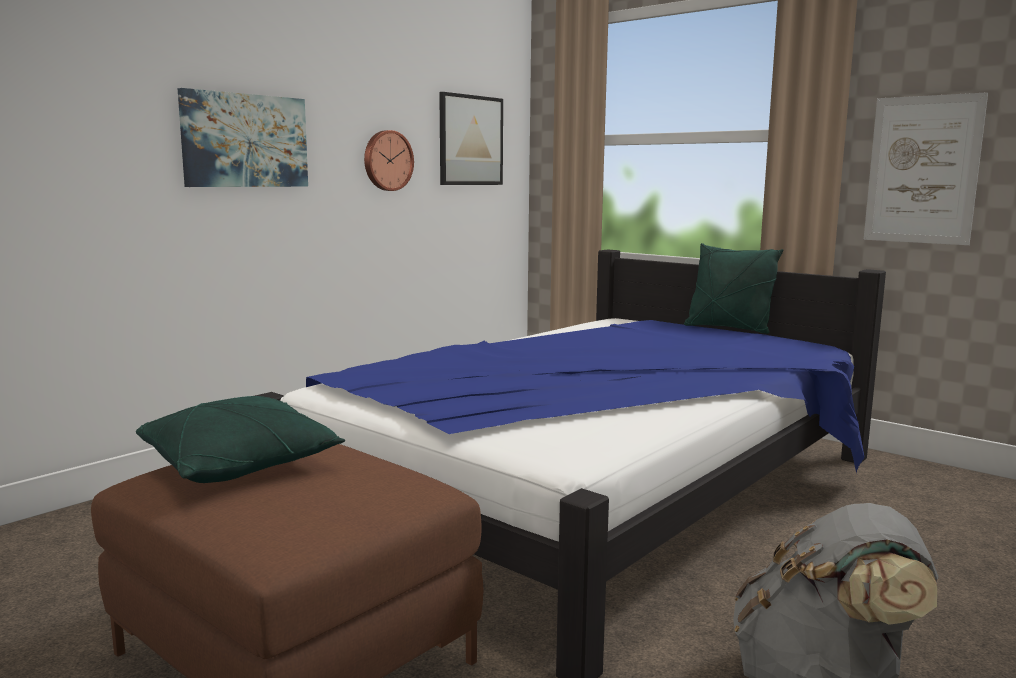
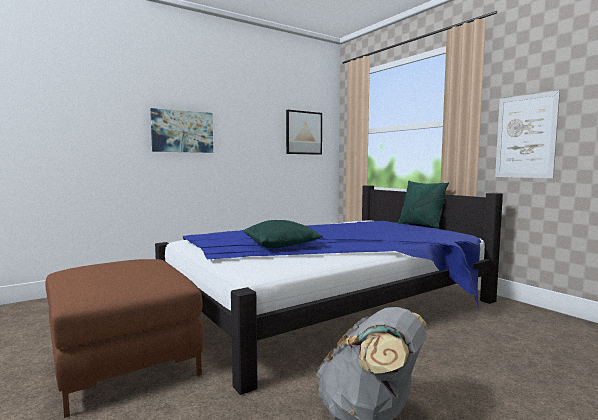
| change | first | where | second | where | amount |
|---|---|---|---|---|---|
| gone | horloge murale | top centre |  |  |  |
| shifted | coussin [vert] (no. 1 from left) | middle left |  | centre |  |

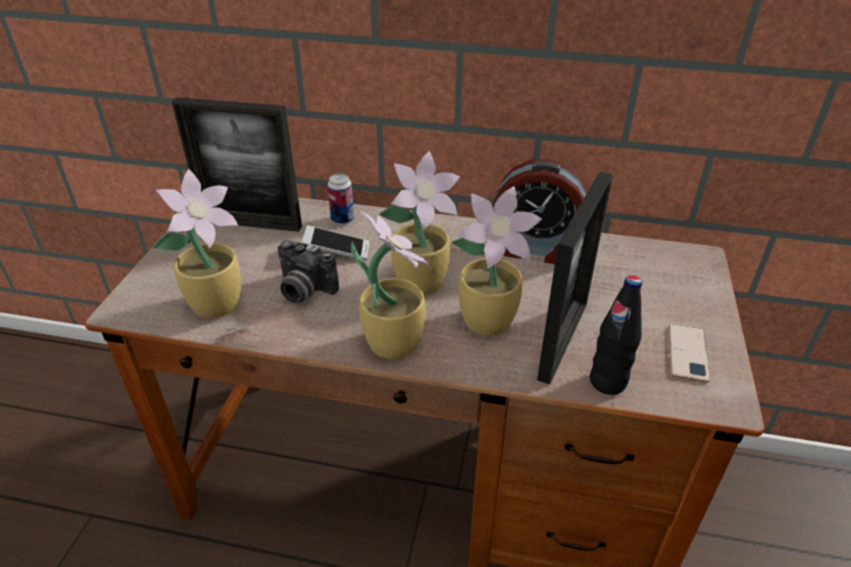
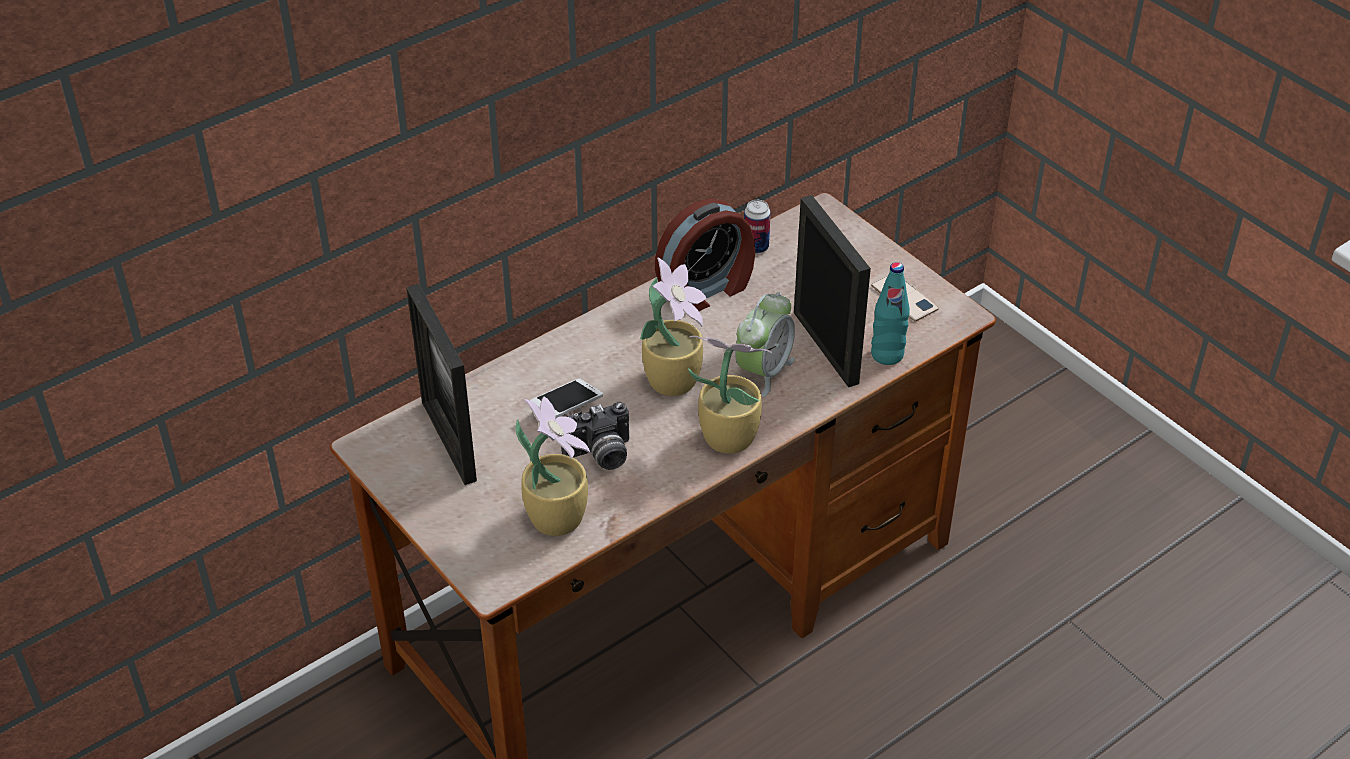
| change | first | where | second | where | amount |
|---|---|---|---|---|---|
| shifted | boîte métallique | centre |  | top centre |  |
| swapped | plante en pot (no. 4 from left) | centre | réveil (no. 2 from left) | centre |  |
| repainted | bouteille [noir] | middle right | bouteille [turquoise] | centre |  |
| rotated | cadre photo (no. 1 from left) | top left |  | middle left | 105 degrees clockwise |

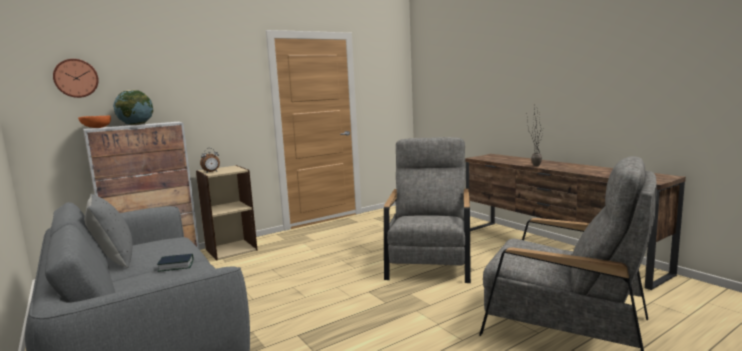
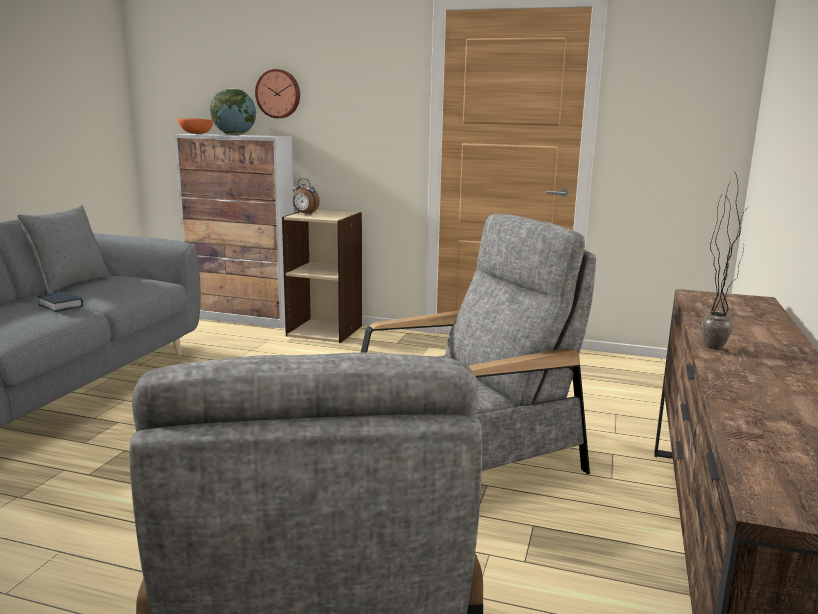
| change | first | where | second | where | amount |
|---|---|---|---|---|---|
| shifted | horloge murale | top left |  | top centre |  |

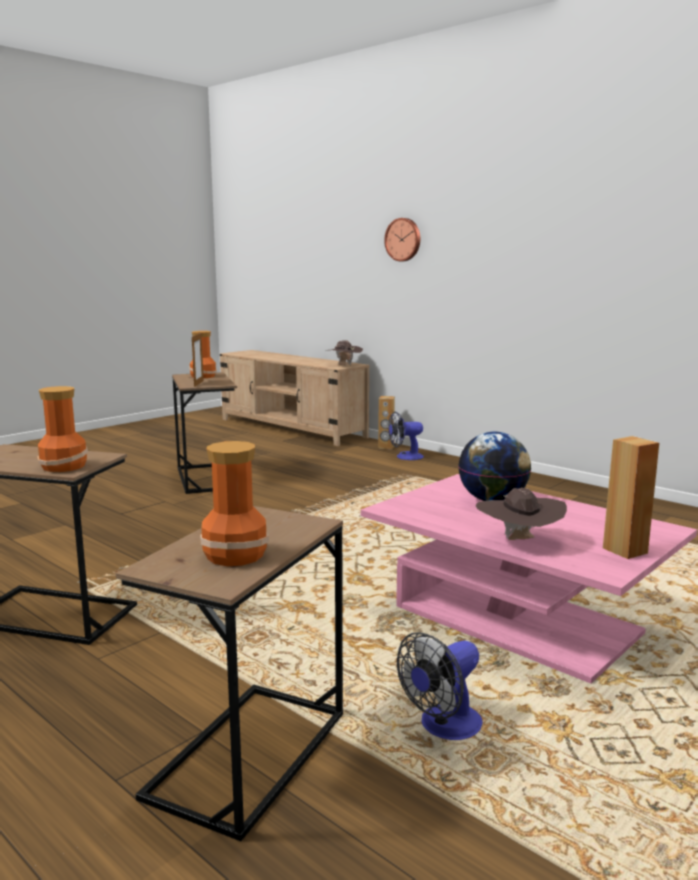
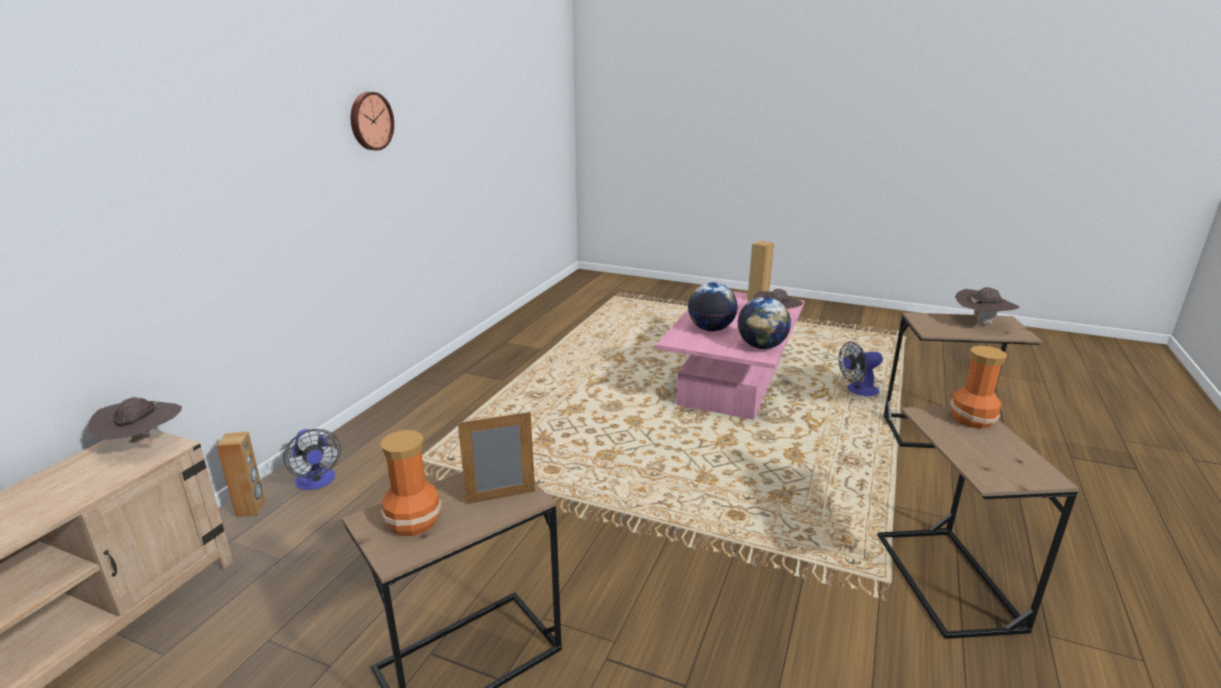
| change | first | where | second | where | amount |
|---|---|---|---|---|---|
| new |  |  | globe (no. 2 from left) | centre |  |
| shifted | horloge murale | top centre |  | top left |  |
| swapped | vase (no. 3 from left) | centre | chapeau [marron] (no. 3 from left) | middle right |  |
| rotated | ventilateur (no. 2 from left) | bottom centre |  | middle right | 135 degrees clockwise |

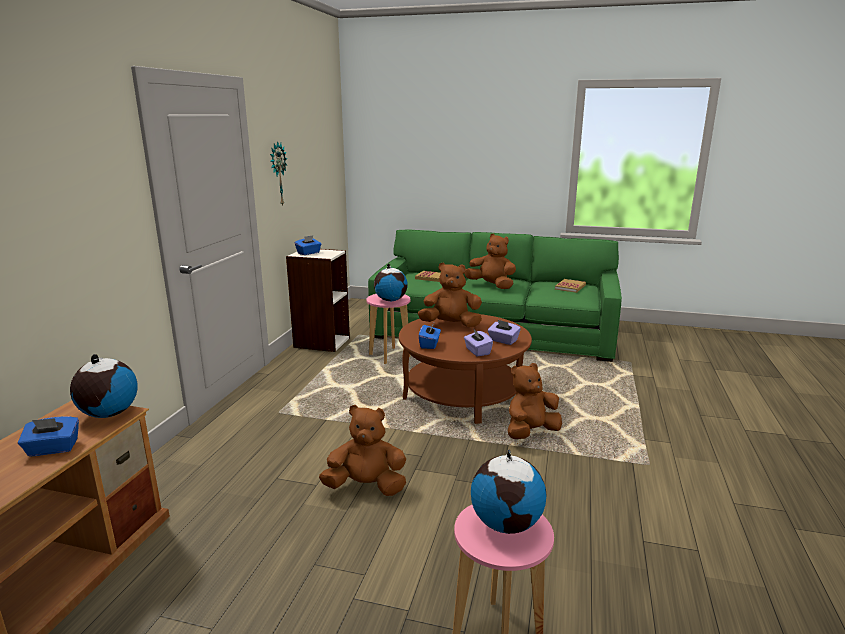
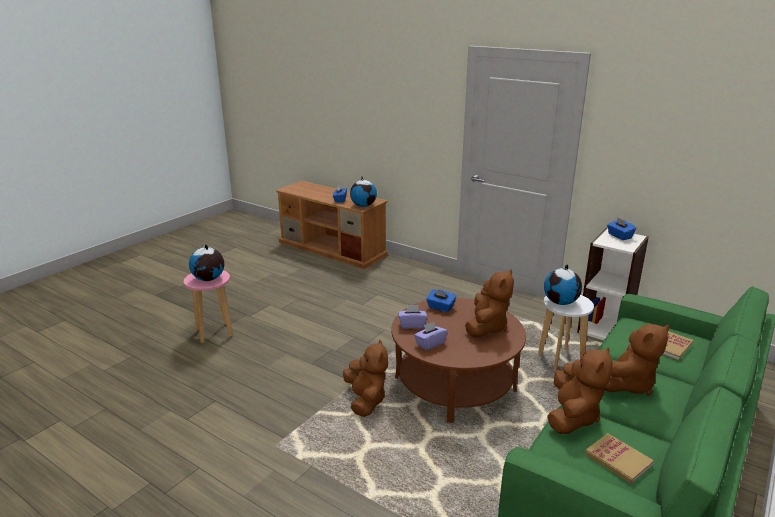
| change | first | where | second | where | amount |
|---|---|---|---|---|---|
| gone | horloge murale | top left |  |  |  |
| shifted | peluche [marron] (no. 1 from left in the first image) | bottom centre | peluche [marron] (no. 3 from left) | bottom right |  |
| repainted | tabouret [rose] (no. 1 from left) | centre | tabouret [blanc] | middle right |  |

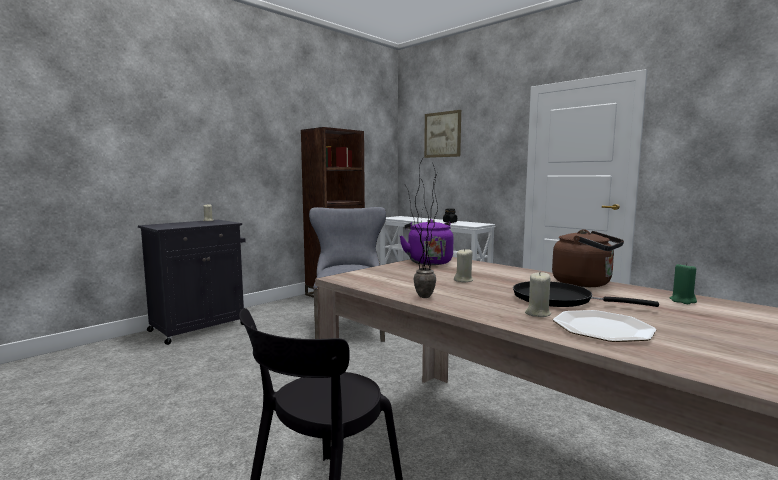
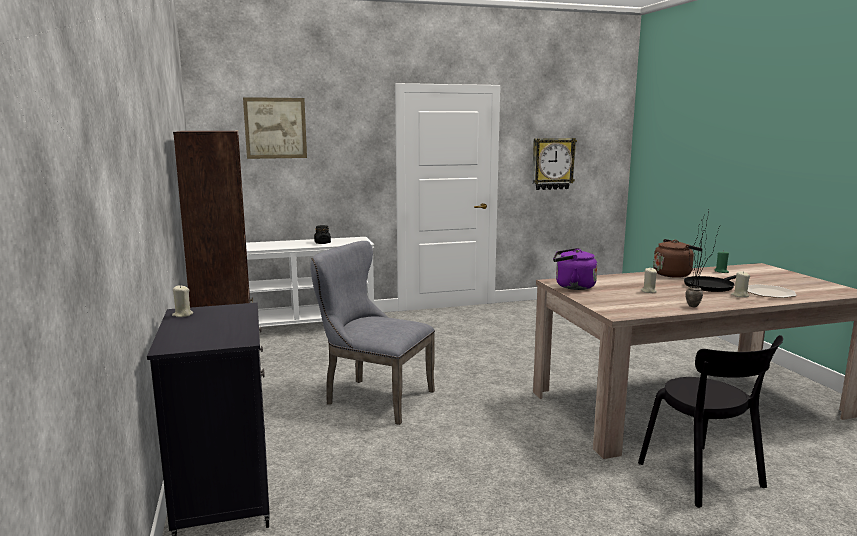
| change | first | where | second | where | amount |
|---|---|---|---|---|---|
| new |  |  | horloge murale | top centre |  |

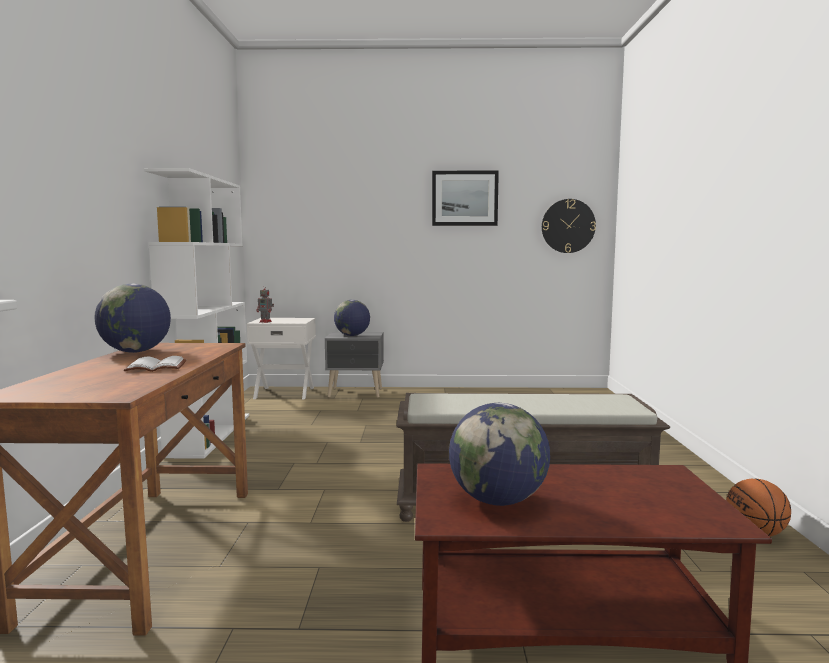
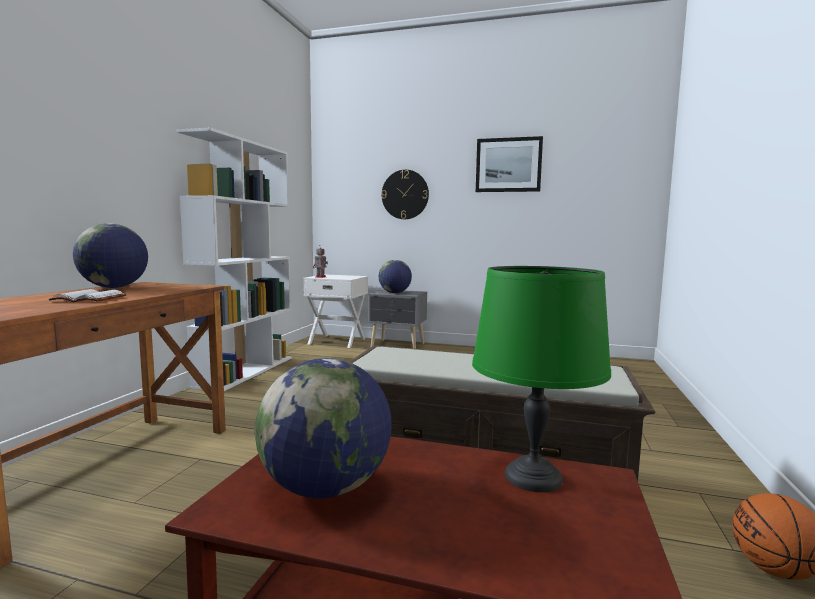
| change | first | where | second | where | amount |
|---|---|---|---|---|---|
| new |  |  | lampe de table [vert] | centre |  |
| shifted | horloge murale | middle right |  | top centre |  |

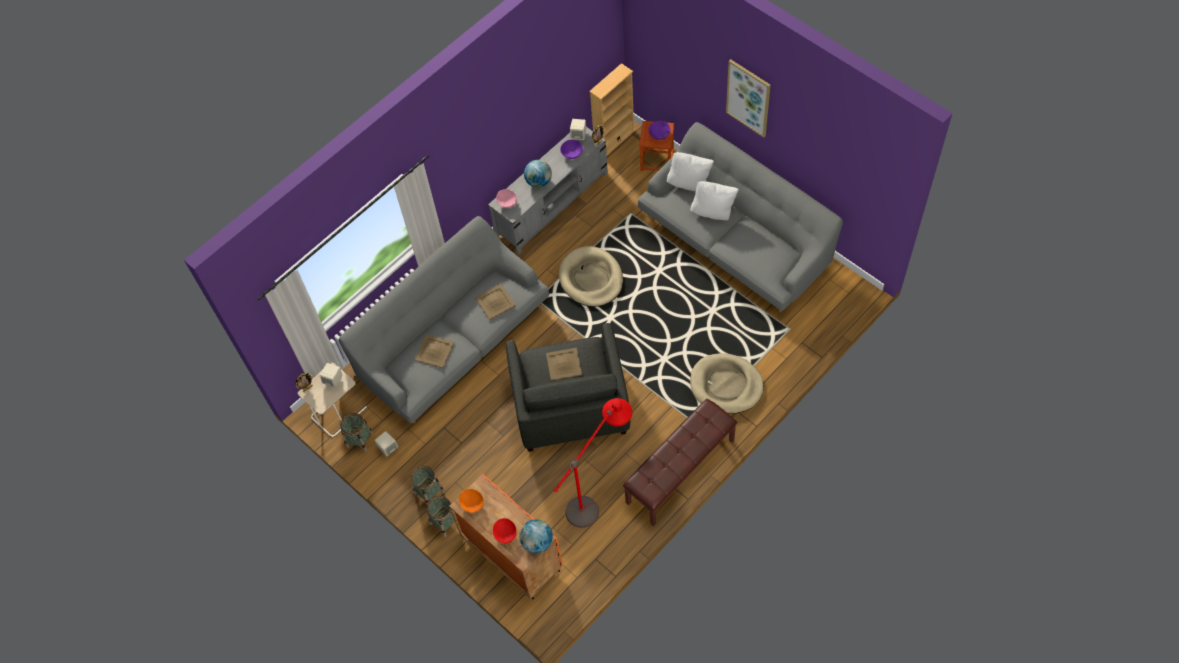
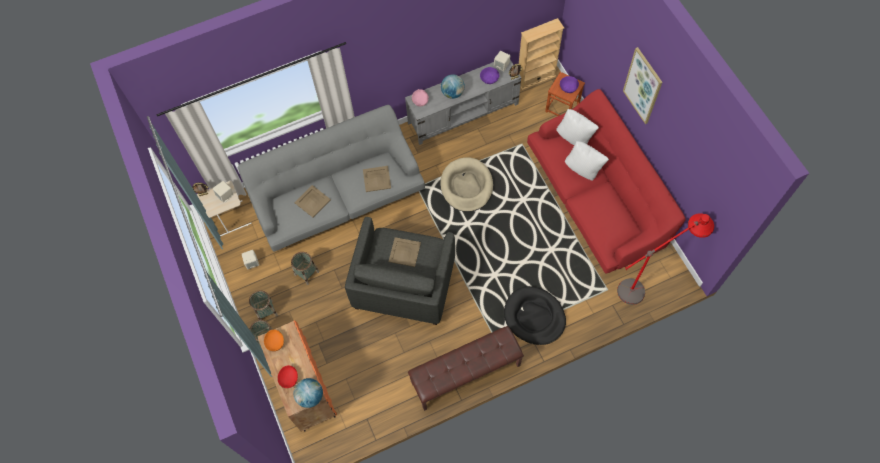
| change | first | where | second | where | amount |
|---|---|---|---|---|---|
| shifted | panier (no. 1 from left in the first image) | middle left | panier (no. 3 from left) | centre |  |
| shifted | lampadaire [rouge] | bottom centre |  | middle right |  |
| repainted | canapé [gris] (no. 2 from left) | top centre | canapé [rouge] | middle right |  |
| repainted | panier pour chien [beige] (no. 2 from left) | centre | panier pour chien [noir] | bottom centre |  |

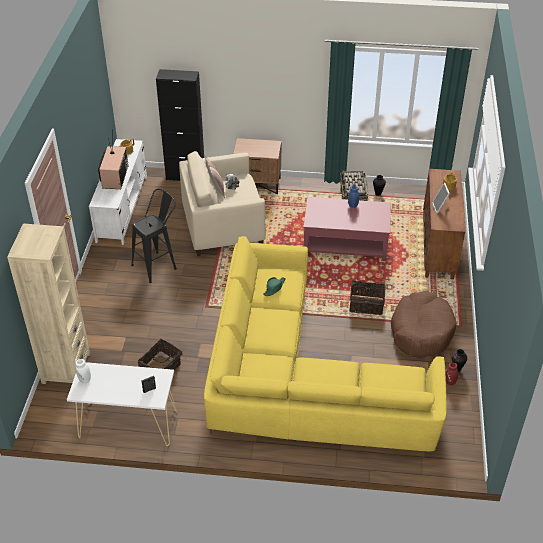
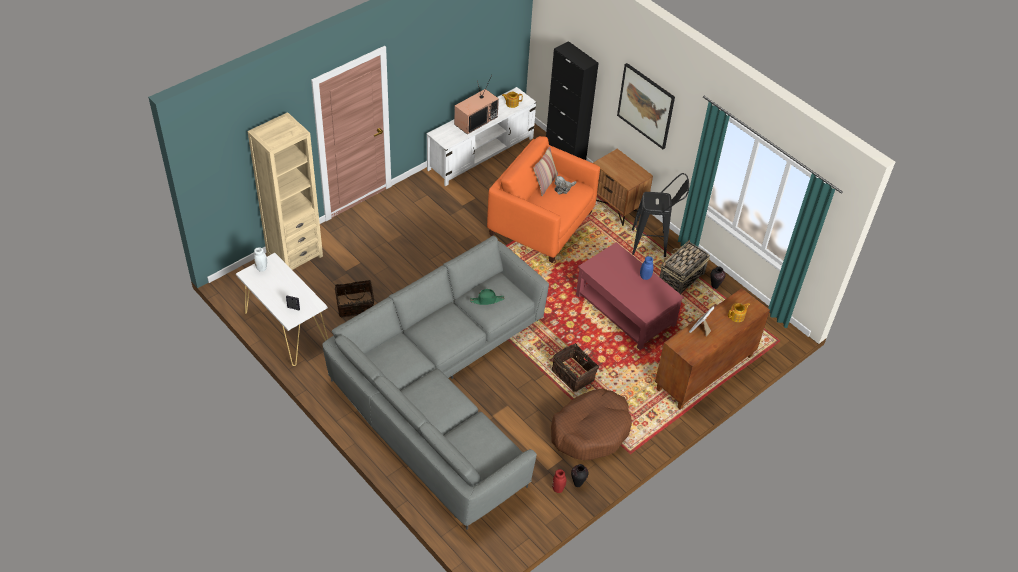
| change | first | where | second | where | amount |
|---|---|---|---|---|---|
| new |  |  | tableau | top centre |  |
| shifted | tabouret [noir] | middle left |  | centre |  |
| repainted | fauteuil [beige] | centre | fauteuil [orange] | centre |  |
| repainted | canapé [jaune] | centre | canapé [gris] | bottom centre |  |

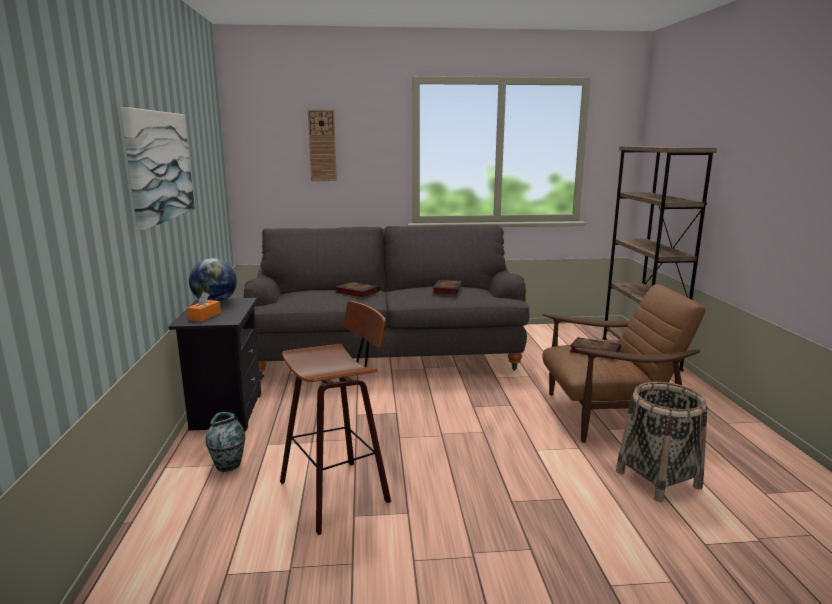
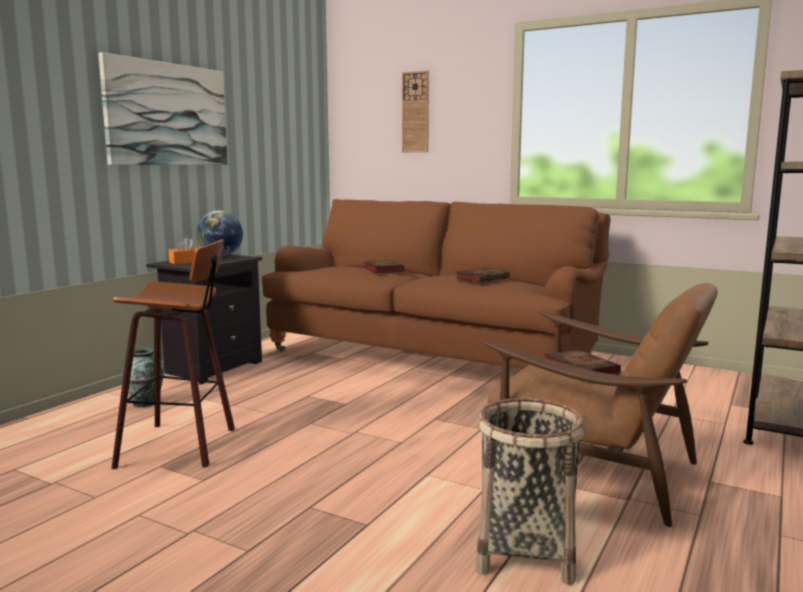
| change | first | where | second | where | amount |
|---|---|---|---|---|---|
| repainted | canapé [gris] | centre | canapé [marron] | centre |  |

